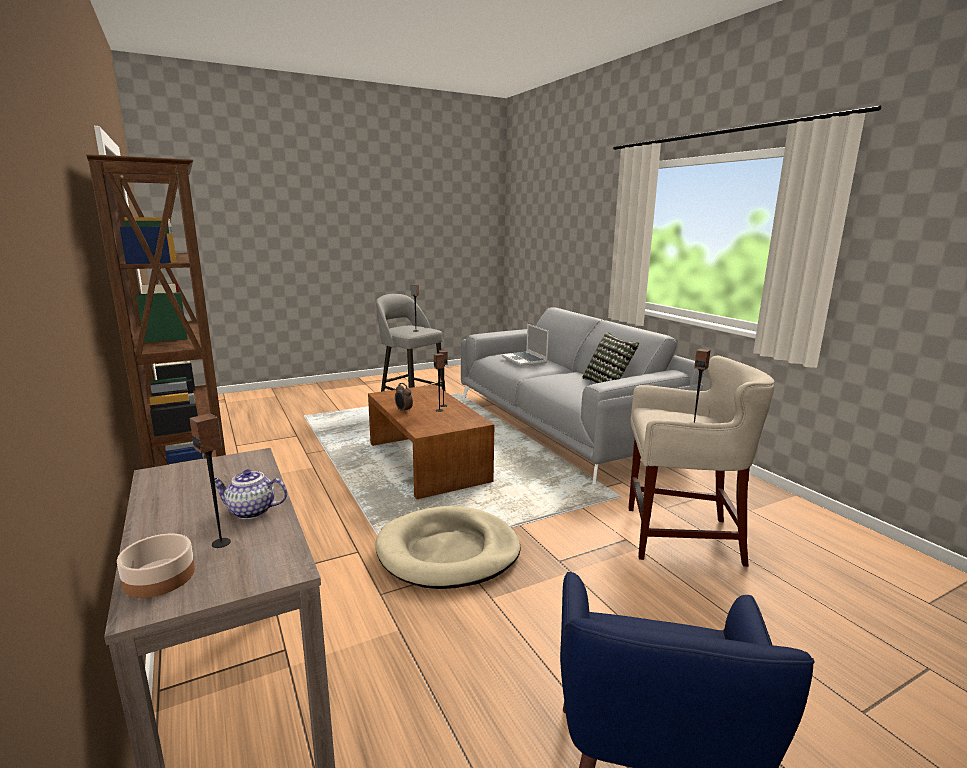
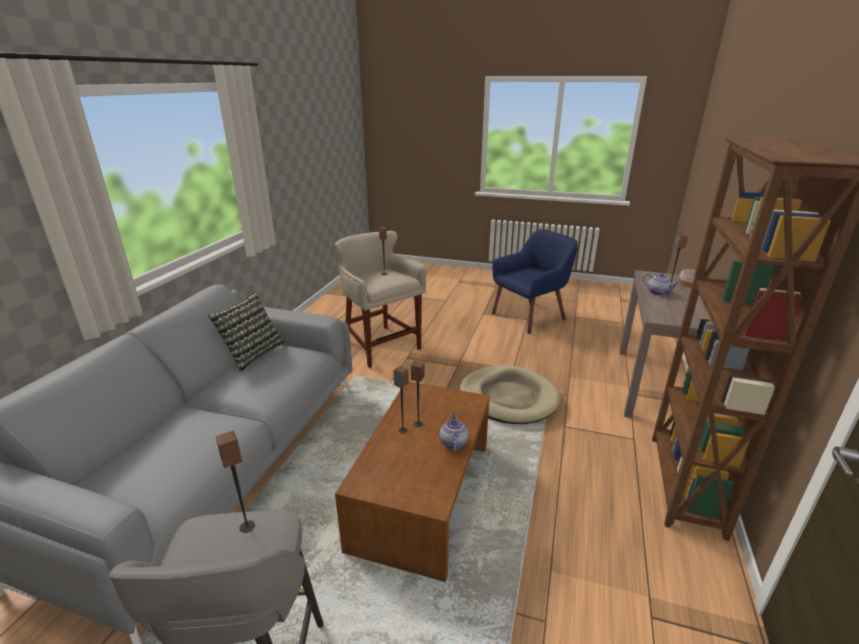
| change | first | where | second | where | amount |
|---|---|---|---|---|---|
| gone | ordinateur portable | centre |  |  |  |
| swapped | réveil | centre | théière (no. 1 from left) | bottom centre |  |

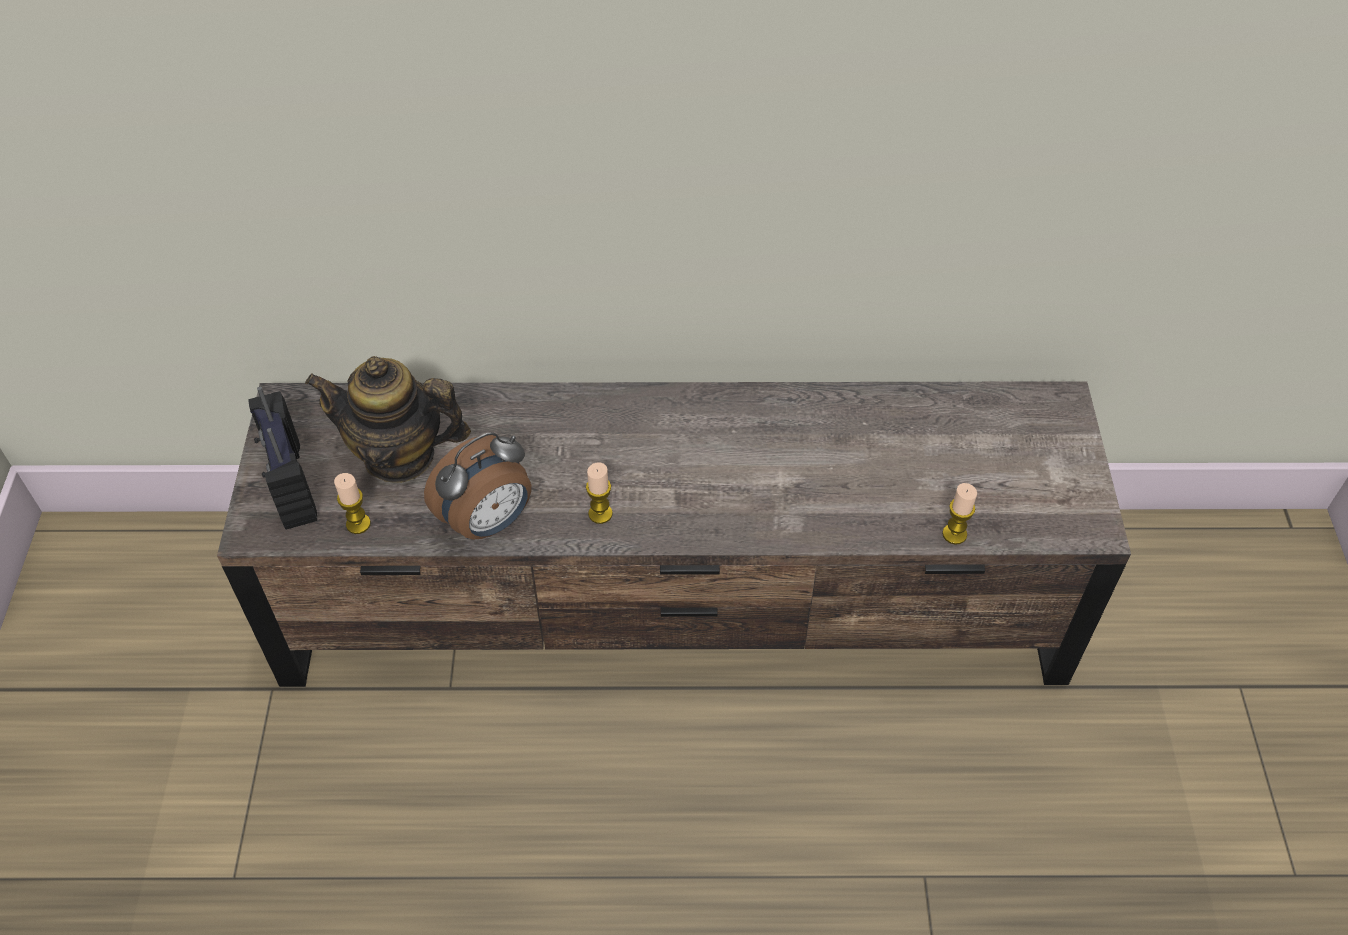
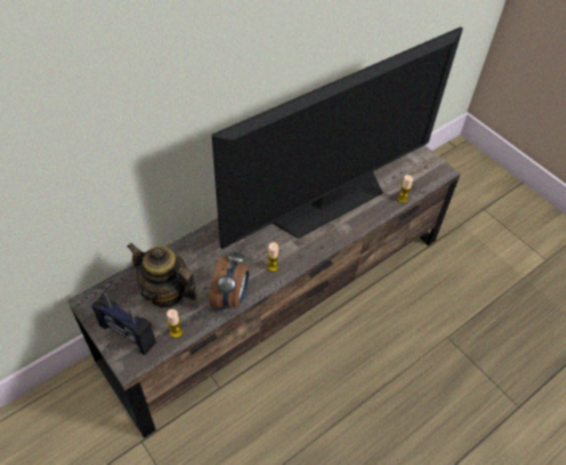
| change | first | where | second | where | amount |
|---|---|---|---|---|---|
| new |  |  | téléviseur | top centre |  |
| rotated | théière | middle left |  | middle left | 60 degrees clockwise |

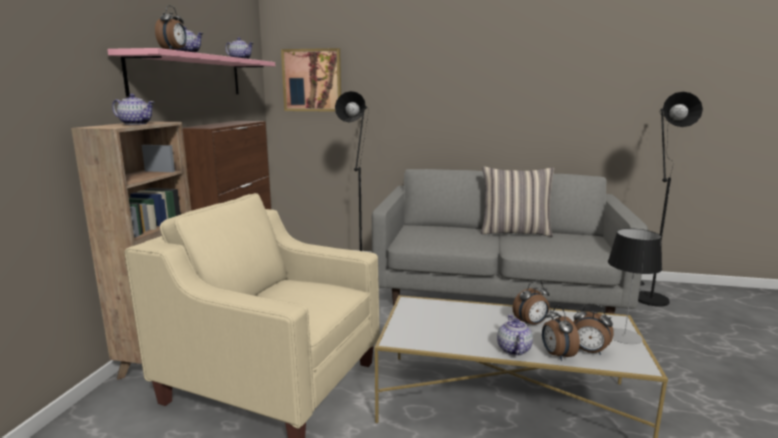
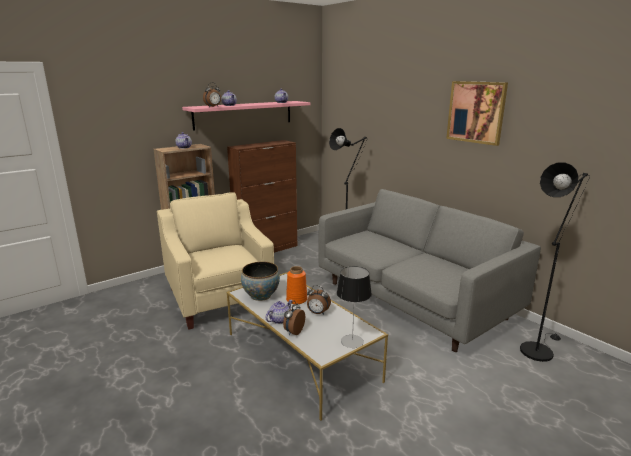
| change | first | where | second | where | amount |
|---|---|---|---|---|---|
| gone | coussin | centre |  |  |  |
| gone | réveil (no. 4 from left) | bottom right |  |  |  |
| new |  |  | bol | centre |  |
| new |  |  | vase [orange] | centre |  |
| shifted | tableau | top centre |  | top right |  |

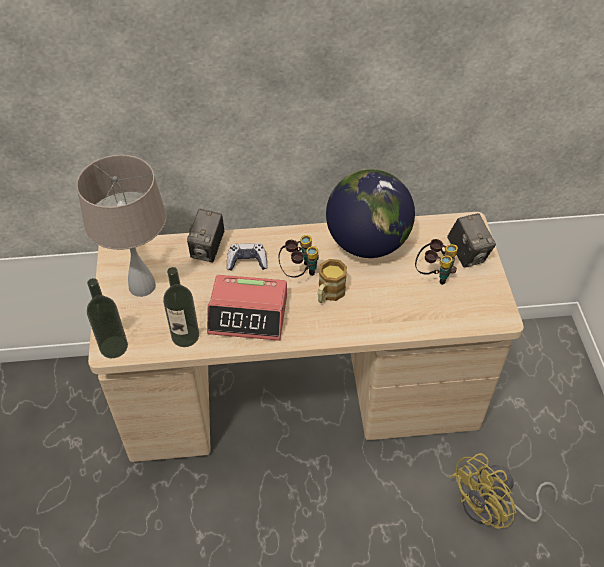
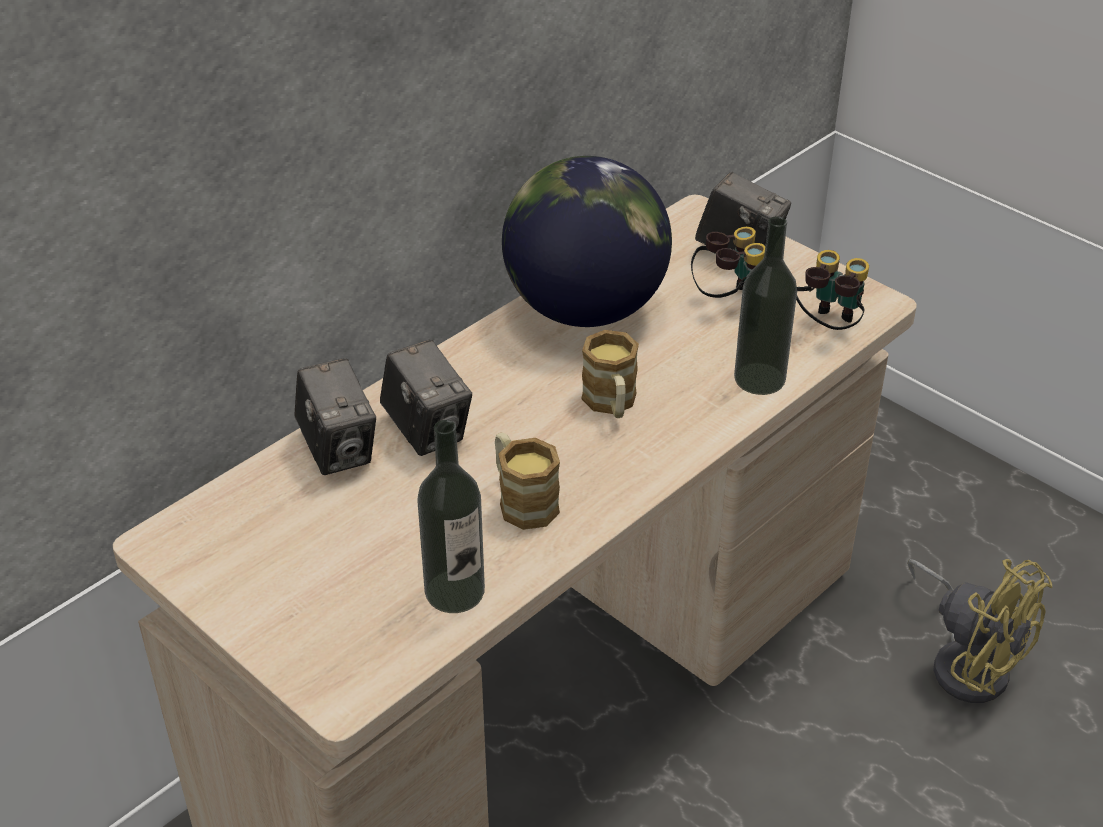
| change | first | where | second | where | amount |
|---|---|---|---|---|---|
| gone | lampe de table [beige] | middle left |  |  |  |
| shifted | bouteille (no. 1 from left in the first image) | middle left | bouteille (no. 2 from left) | middle right |  |
| shifted | jumelles (no. 1 from left in the first image) | centre | jumelles (no. 2 from left) | middle right |  |
| swapped | réveil | centre | mug (no. 1 from left) | centre |  |
| swapped | manette | centre | appareil photo (no. 2 from left) | centre |  |
| rotated | ventilateur [jaune] | bottom right |  | bottom right | 60 degrees counterclockwise |

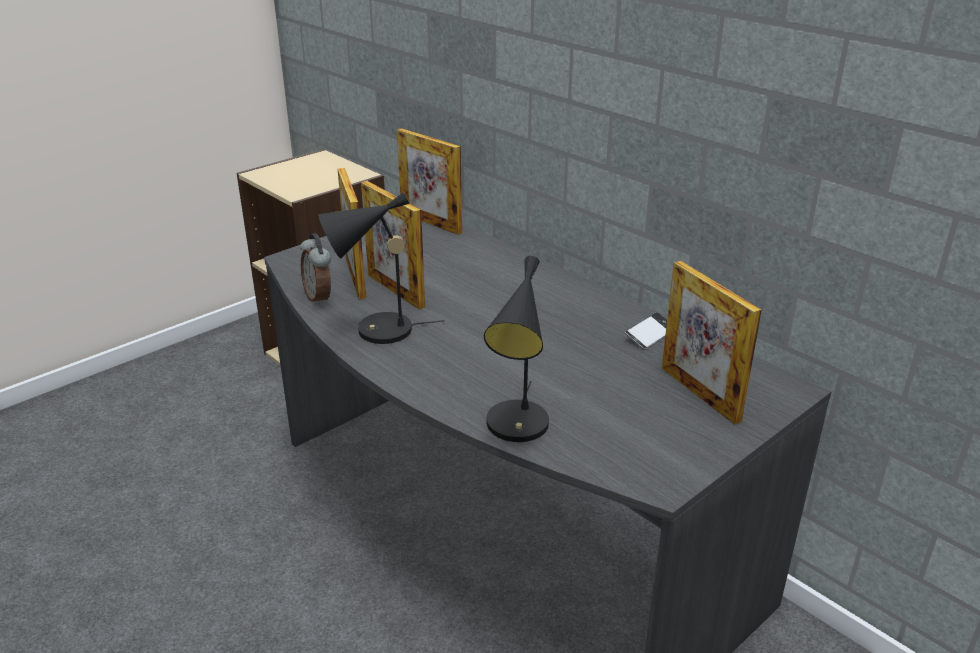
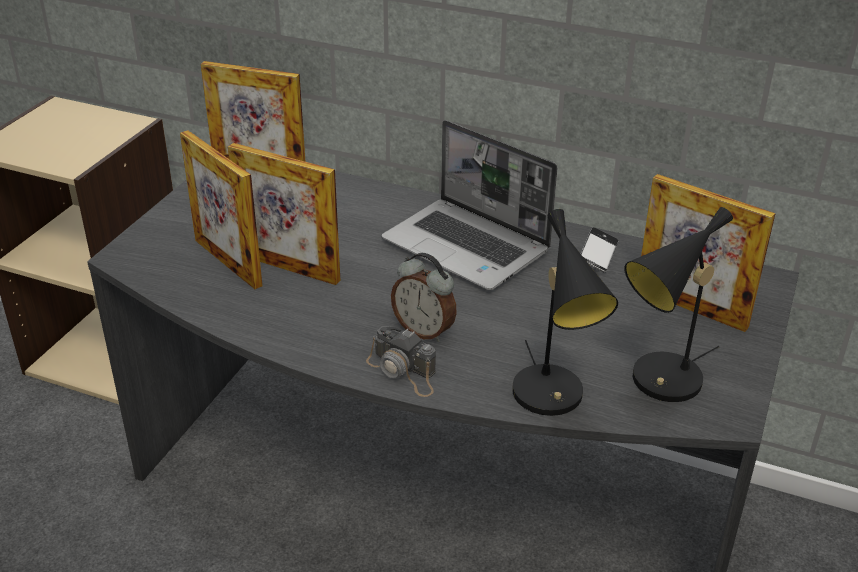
| change | first | where | second | where | amount |
|---|---|---|---|---|---|
| new |  |  | appareil photo | centre |  |
| new |  |  | ordinateur portable | centre |  |
| shifted | réveil | middle left |  | centre |  |
| shifted | lampe de table [noir] (no. 1 from left in the first image) | centre | lampe de table [noir] (no. 2 from left) | middle right |  |

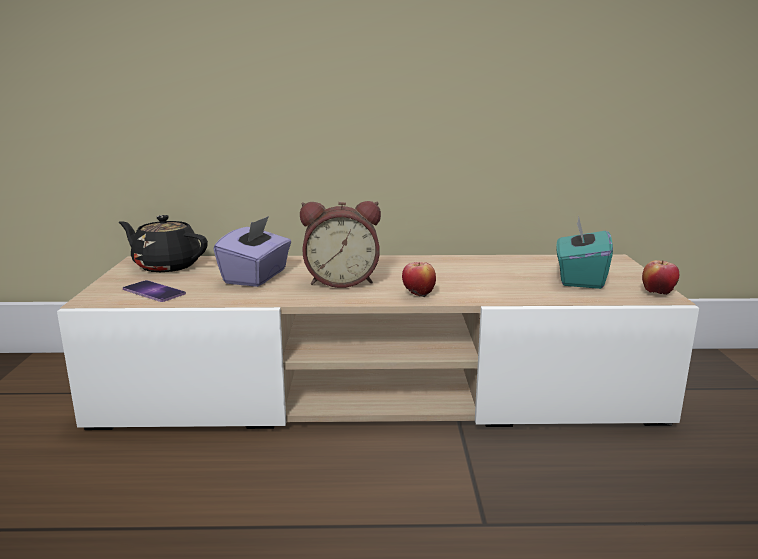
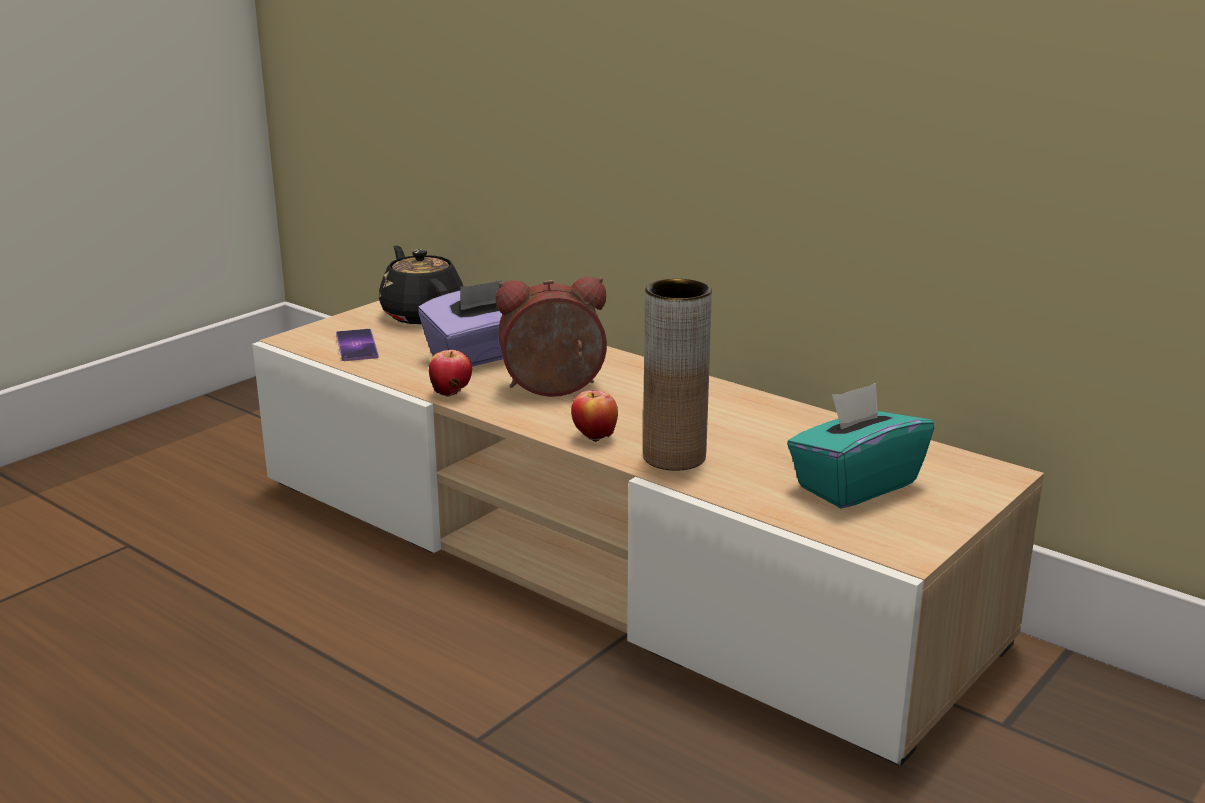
| change | first | where | second | where | amount |
|---|---|---|---|---|---|
| new |  |  | vase [marron] | centre |  |
| shifted | pomme (no. 2 from left in the first image) | middle right | pomme (no. 1 from left) | centre |  |
| rotated | réveil | centre |  | centre | 135 degrees clockwise |

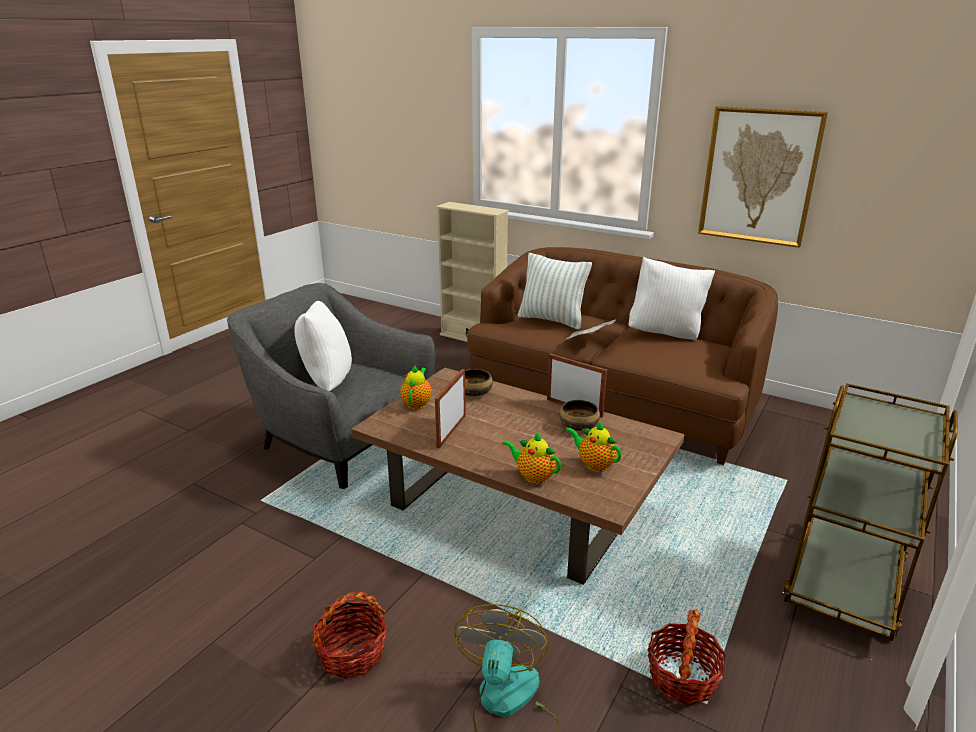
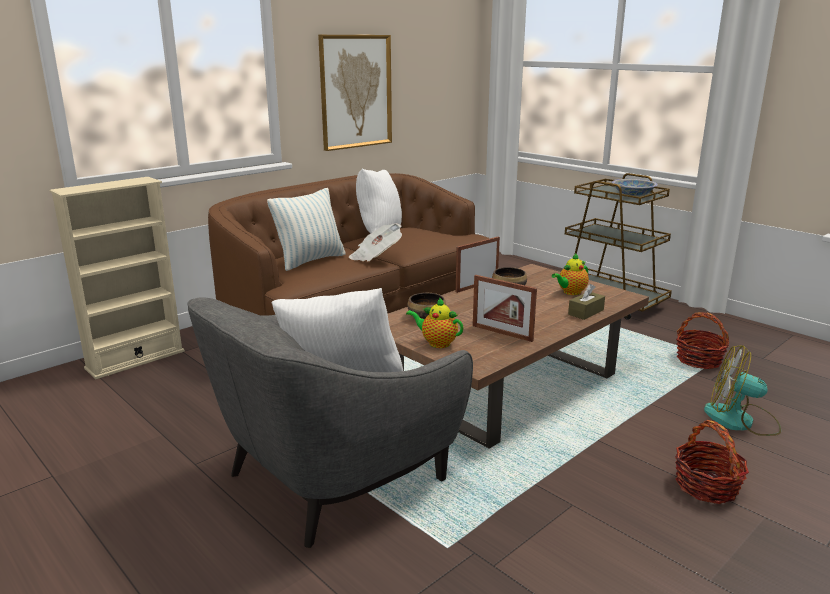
| change | first | where | second | where | amount |
|---|---|---|---|---|---|
| new |  |  | bol (no. 3 from left) | top right |  |
| swapped | théière (no. 2 from left) | centre | boîte à mouchoirs [marron] | middle right |  |

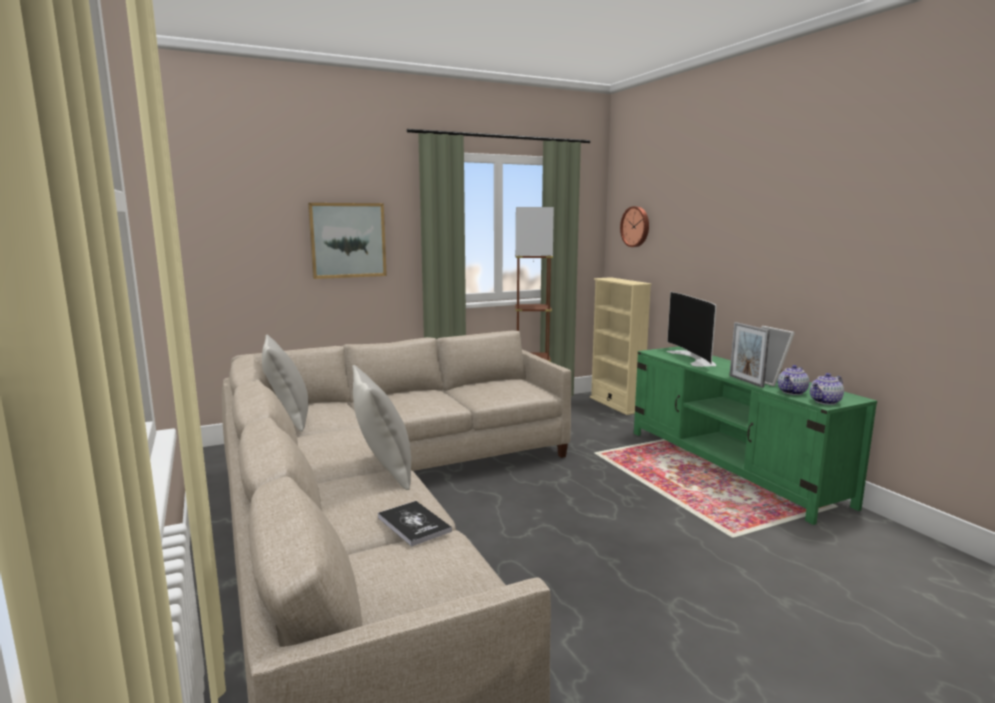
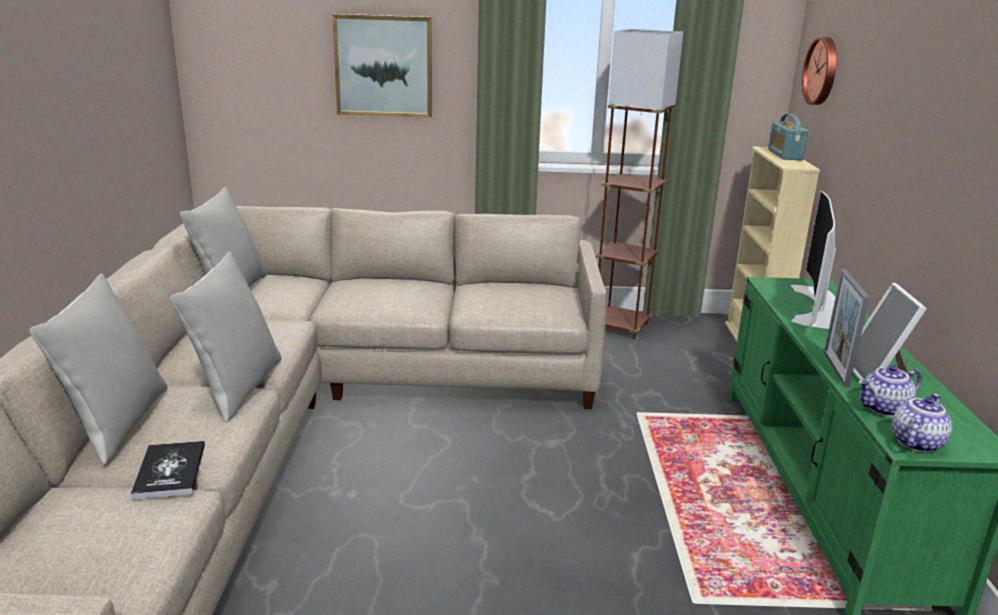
| change | first | where | second | where | amount |
|---|---|---|---|---|---|
| new |  |  | coussin [gris] (no. 1 from left) | middle left |  |
| new |  |  | radio | top right |  |
| rotated | théière (no. 2 from left) | middle right |  | bottom right | 135 degrees clockwise |

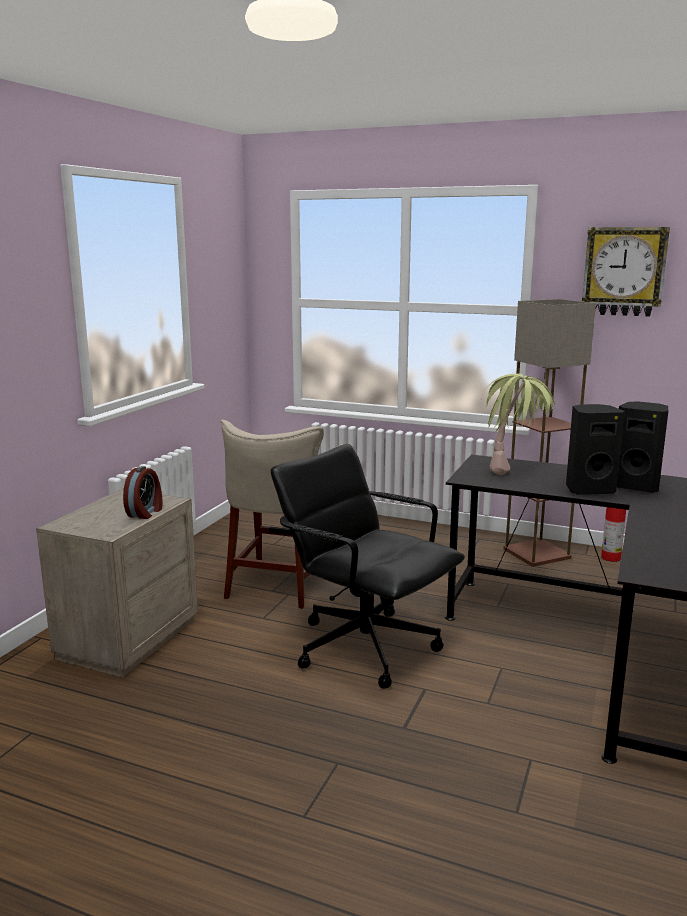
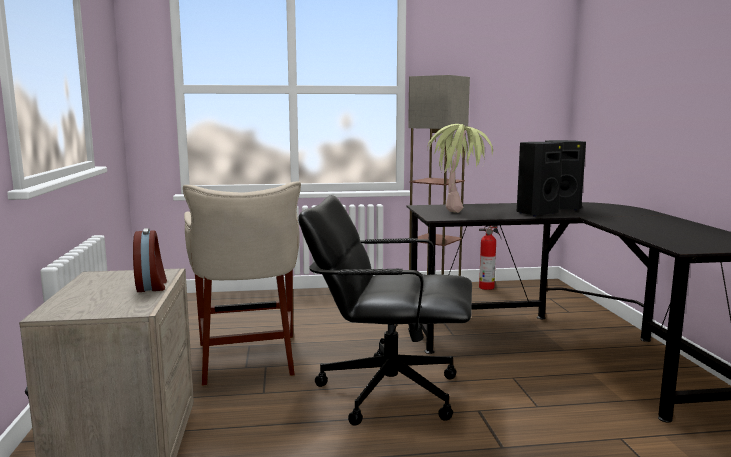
| change | first | where | second | where | amount |
|---|---|---|---|---|---|
| gone | horloge murale | top right |  |  |  |

